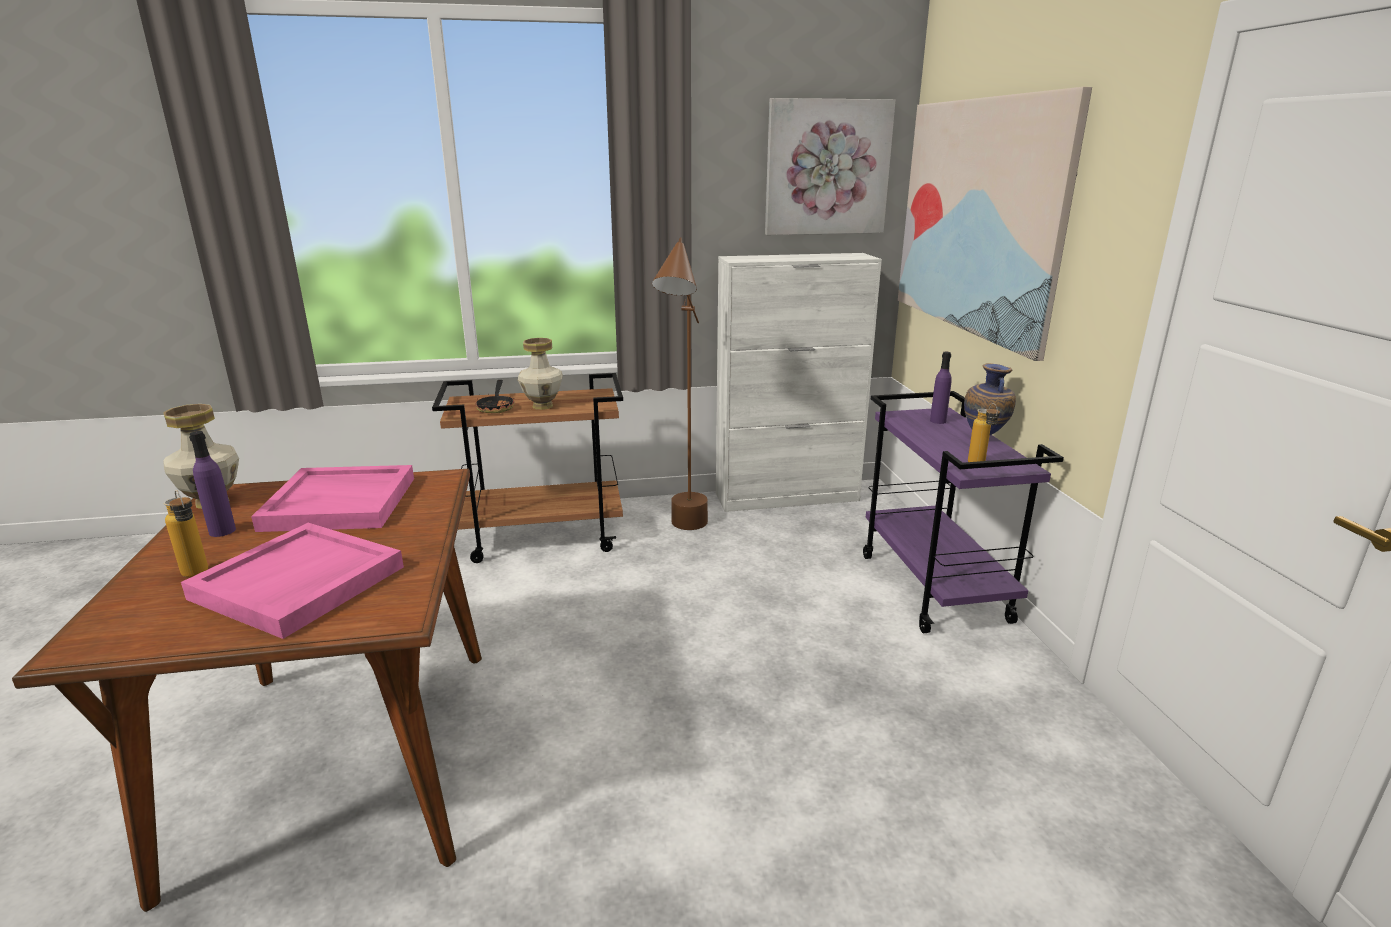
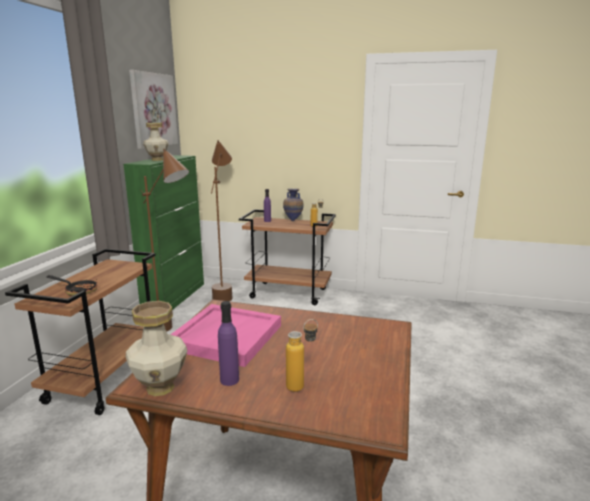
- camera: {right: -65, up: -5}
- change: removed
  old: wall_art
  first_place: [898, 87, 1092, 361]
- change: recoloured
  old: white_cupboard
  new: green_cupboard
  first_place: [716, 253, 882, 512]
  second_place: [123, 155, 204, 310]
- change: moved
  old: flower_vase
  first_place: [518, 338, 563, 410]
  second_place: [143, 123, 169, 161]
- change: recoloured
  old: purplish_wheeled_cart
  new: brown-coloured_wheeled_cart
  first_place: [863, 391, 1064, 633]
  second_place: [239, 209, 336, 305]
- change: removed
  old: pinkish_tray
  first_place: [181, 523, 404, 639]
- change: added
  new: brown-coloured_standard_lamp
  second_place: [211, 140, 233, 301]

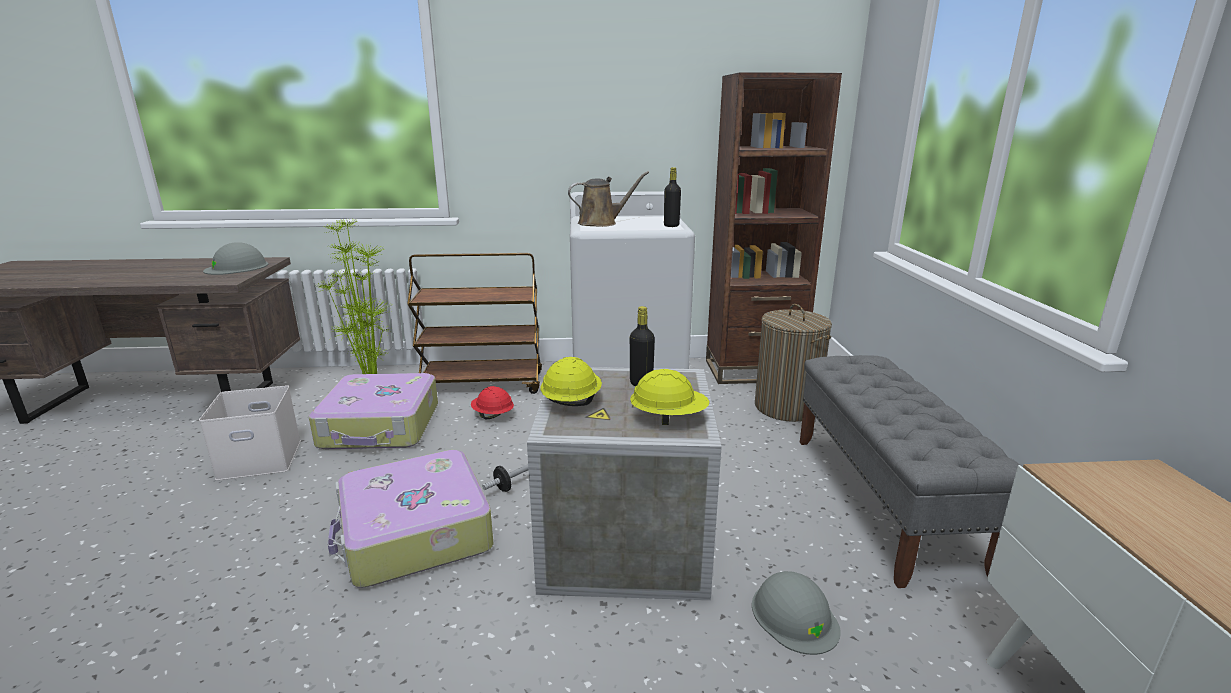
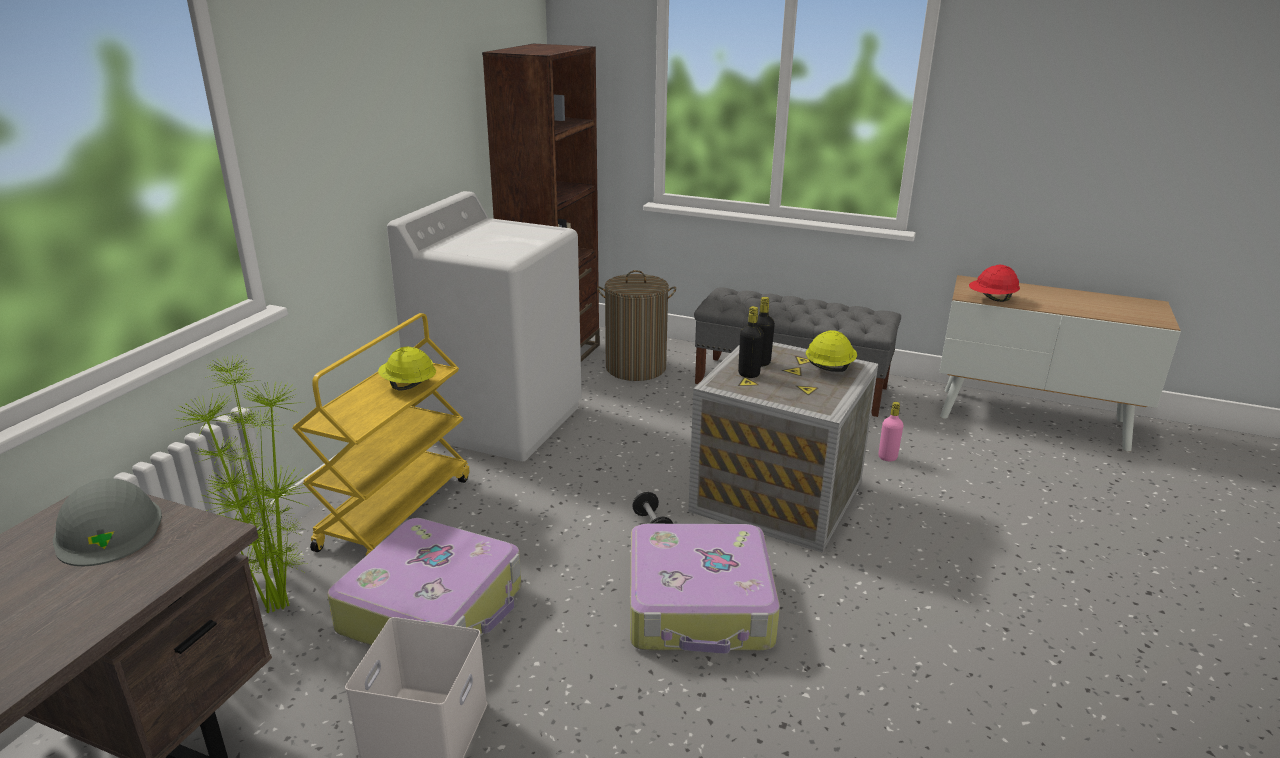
- camera: {right: -65, up: 5}
- change: moved
  old: blackish_bottle
  first_place: [664, 167, 681, 227]
  second_place: [738, 306, 764, 378]
- change: removed
  old: brown-coloured_watering_pot
  first_place: [568, 171, 649, 227]
- change: recoloured
  old: brown-coloured_wheeled_cart
  new: yellowish_wheeled_cart
  first_place: [407, 253, 542, 394]
  second_place: [292, 313, 469, 555]
- change: moved
  old: yellowish_hard_hat
  first_place: [541, 357, 602, 406]
  second_place: [378, 346, 436, 391]
- change: moved
  old: reddish_hard_hat
  first_place: [471, 386, 514, 419]
  second_place: [969, 265, 1020, 302]
- change: replaced
  old: greyish_hard_hat
  new: pinkish_bottle
  first_place: [752, 571, 841, 655]
  second_place: [878, 402, 904, 461]

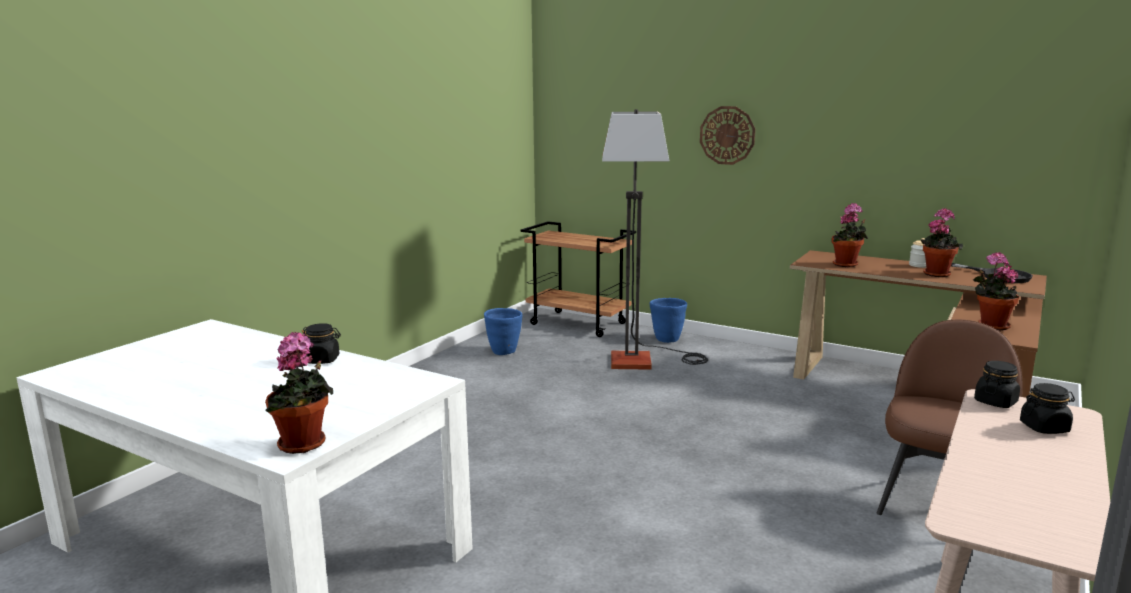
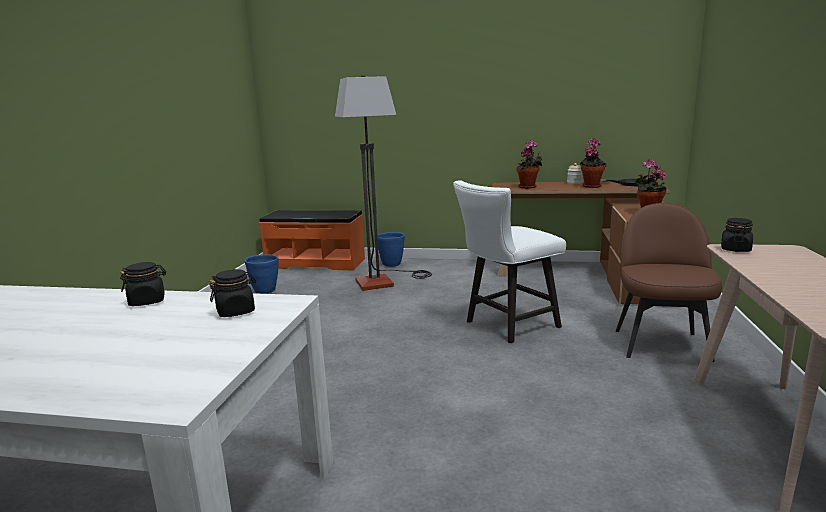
- camera: {right: -20, up: 0}
- change: removed
  old: wall_clock
  first_place: [700, 106, 755, 165]
- change: replaced
  old: brown-coloured_wheeled_cart
  new: orange-coloured_bench
  first_place: [520, 221, 636, 337]
  second_place: [259, 210, 365, 271]
- change: removed
  old: plant_in_a_pot
  first_place: [265, 332, 333, 454]
- change: moved
  old: blackish_jar
  first_place: [1020, 383, 1075, 434]
  second_place: [209, 269, 256, 317]
- change: added
  new: white_chair
  second_place: [453, 180, 566, 343]

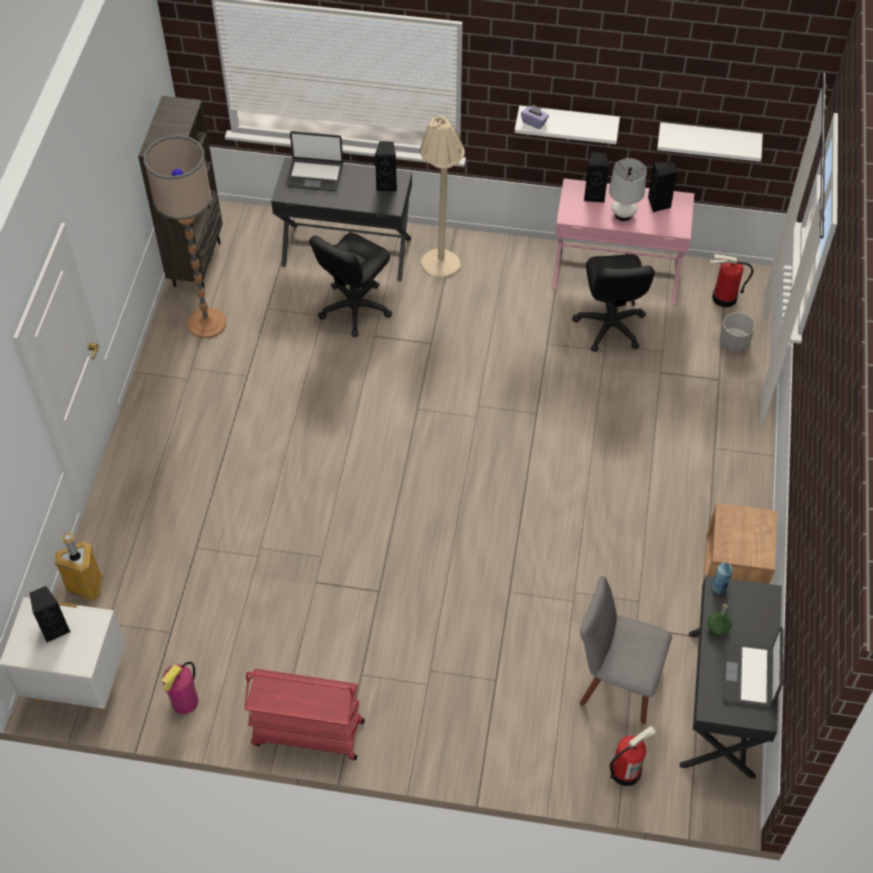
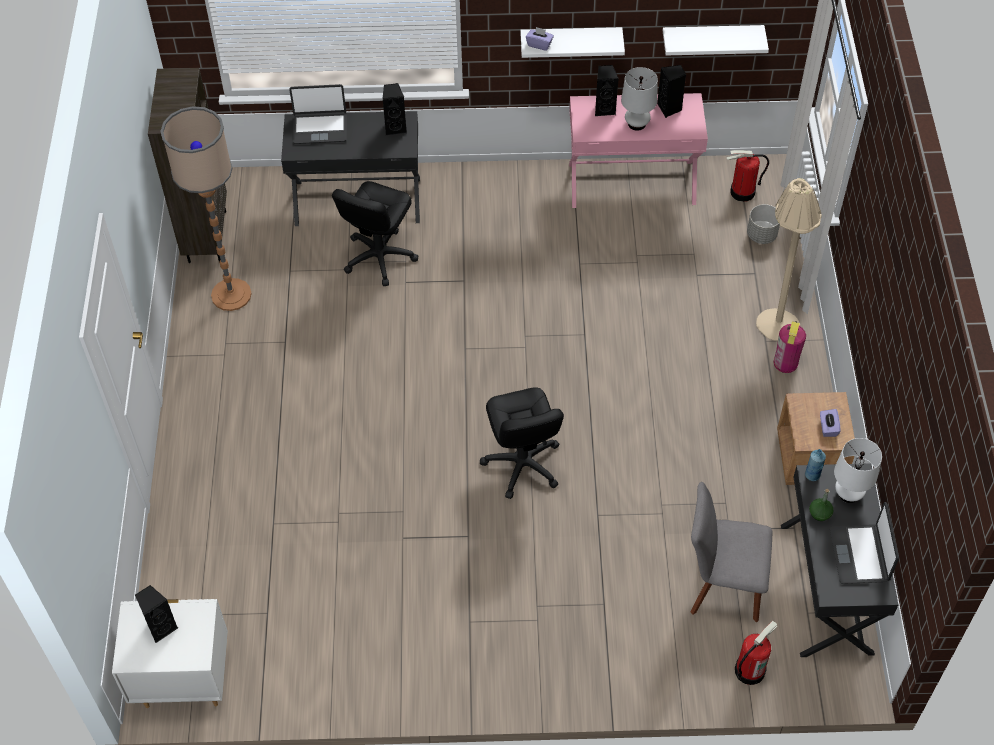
- camera: {right: -10, up: 0}
- change: moved
  old: beige-coloured_standard_lamp
  first_place: [419, 116, 465, 277]
  second_place: [756, 178, 822, 341]
- change: moved
  old: blackish_computer_chair
  first_place: [572, 254, 655, 352]
  second_place: [480, 387, 564, 499]
- change: removed
  old: rubbish_bin
  first_place: [55, 532, 102, 601]
- change: moved
  old: extinguisher
  first_place: [161, 662, 199, 714]
  second_place: [774, 321, 806, 373]
- change: removed
  old: reddish_wheeled_cart
  first_place: [244, 669, 365, 760]
- change: added
  new: purplish_tissue_holder
  second_place: [820, 409, 840, 437]
- change: added
  new: white_tabletop_lamp
  second_place: [834, 438, 882, 503]

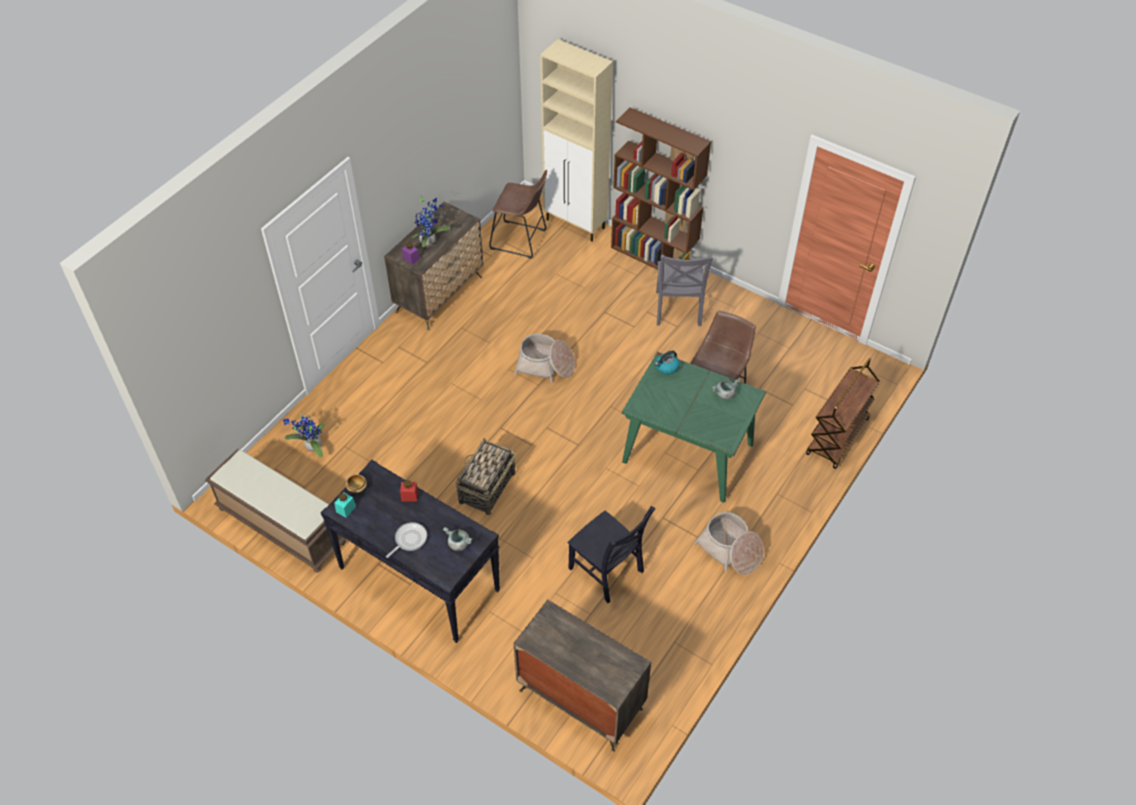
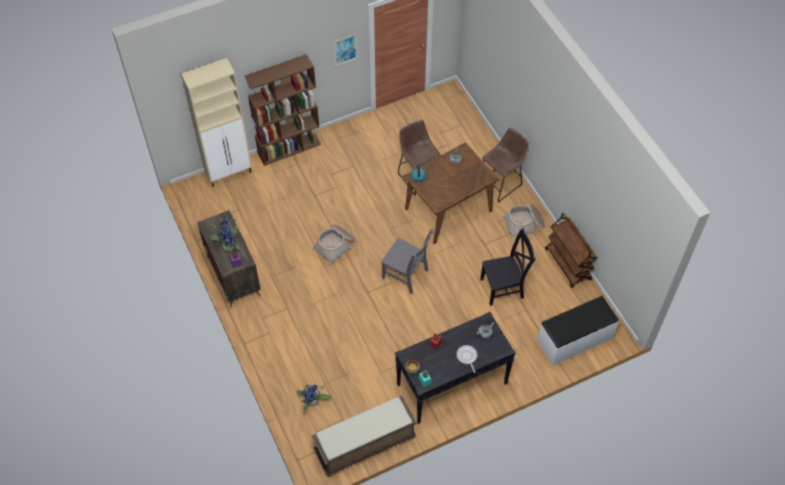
- camera: {right: -60, up: 5}
- change: moved
  old: brown-coloured_sitting_stool
  first_place: [489, 170, 547, 259]
  second_place: [482, 128, 529, 203]
- change: moved
  old: greyish_chair
  first_place: [656, 254, 713, 326]
  second_place: [381, 229, 434, 294]
- change: recoloured
  old: green_dining_table
  new: brown-coloured_dining_table
  first_place: [622, 352, 766, 502]
  second_place: [403, 142, 499, 244]
- change: moved
  old: brown-coloured_wheeled_cart
  first_place: [806, 358, 880, 469]
  second_place: [545, 213, 597, 288]
- change: removed
  old: basket
  first_place: [455, 438, 516, 515]
- change: replaced
  old: drawer_chest
  new: white_bench
  first_place: [514, 600, 651, 752]
  second_place: [537, 296, 619, 365]
- change: added
  new: wall_art
  second_place: [333, 33, 358, 67]

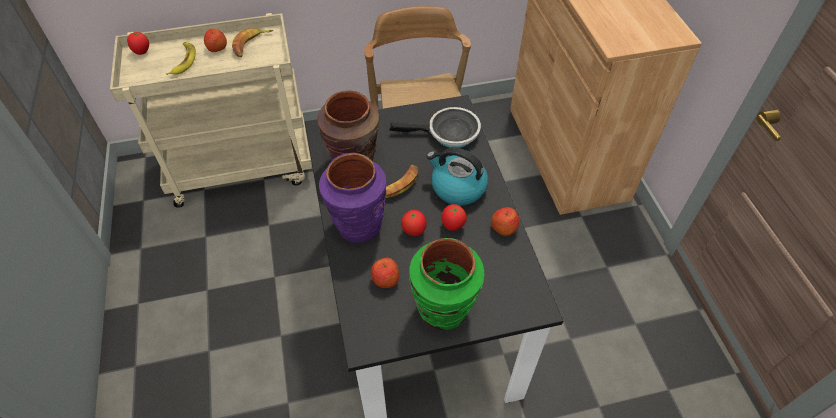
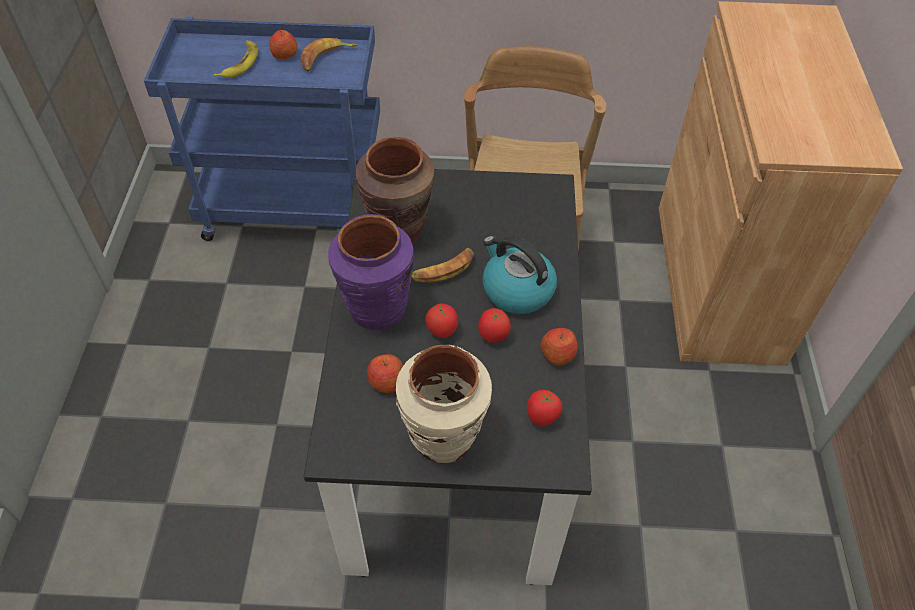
- camera: {right: 15, up: 0}
- change: recoloured
  old: beige-coloured_wheeled_cart
  new: blue_wheeled_cart
  first_place: [110, 13, 312, 208]
  second_place: [144, 17, 380, 241]
- change: moved
  old: fresh_tomato
  first_place: [127, 32, 149, 55]
  second_place: [527, 390, 563, 427]
- change: removed
  old: skillet
  first_place: [389, 107, 481, 148]
- change: recoloured
  old: green_flower_vase
  new: beige-coloured_flower_vase
  first_place: [409, 238, 484, 330]
  second_place: [396, 345, 492, 463]

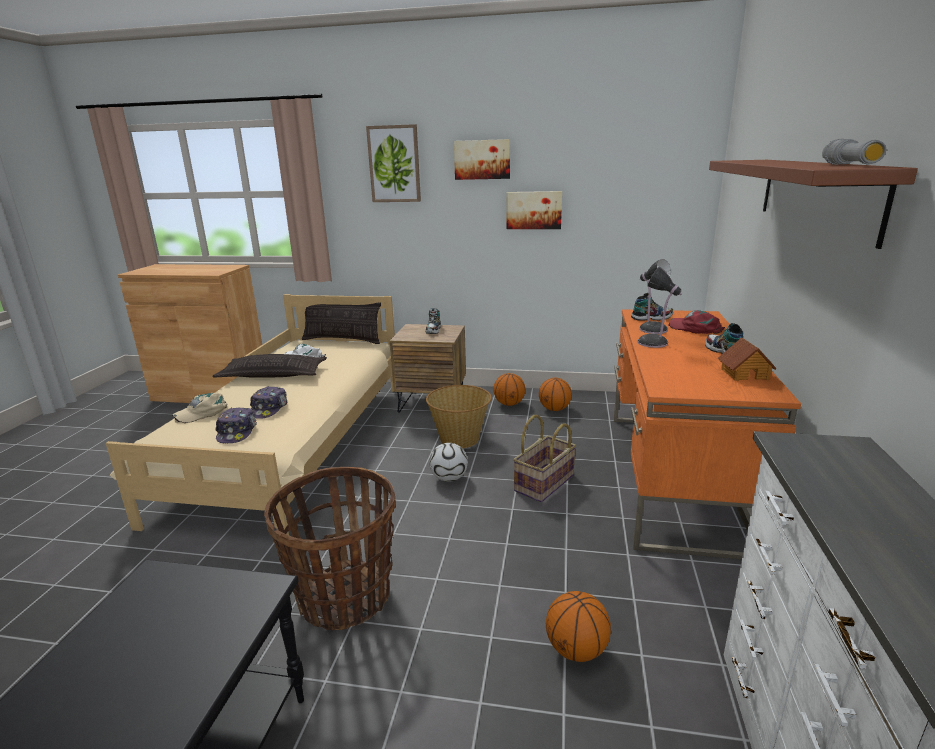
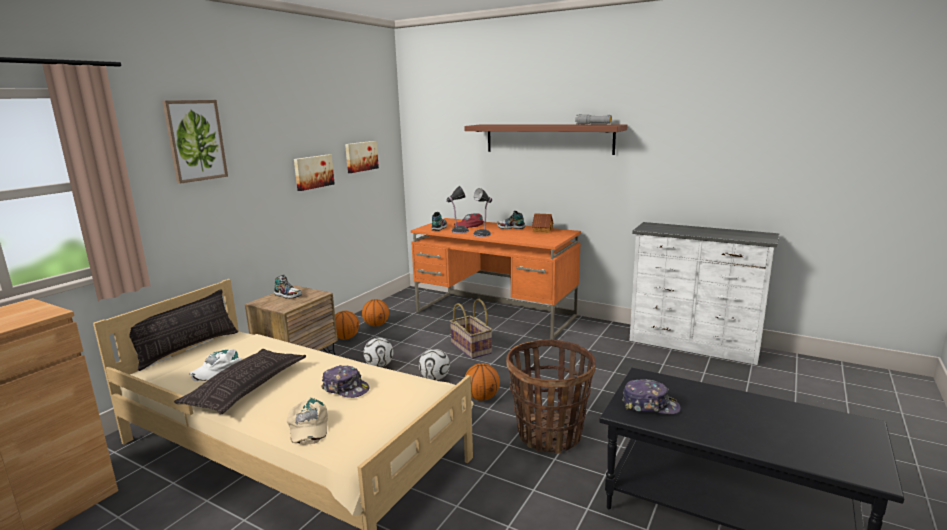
- camera: {right: -70, up: -5}
- change: moved
  old: wall_art
  first_place: [454, 139, 510, 180]
  second_place: [345, 141, 379, 173]
- change: replaced
  old: basket
  new: ball_for_football
  first_place: [426, 385, 492, 448]
  second_place: [363, 338, 393, 367]
- change: moved
  old: baseball_cap
  first_place: [215, 407, 257, 443]
  second_place: [622, 379, 681, 414]
- change: moved
  old: basketball_ball
  first_place: [546, 591, 611, 662]
  second_place: [465, 363, 500, 401]

